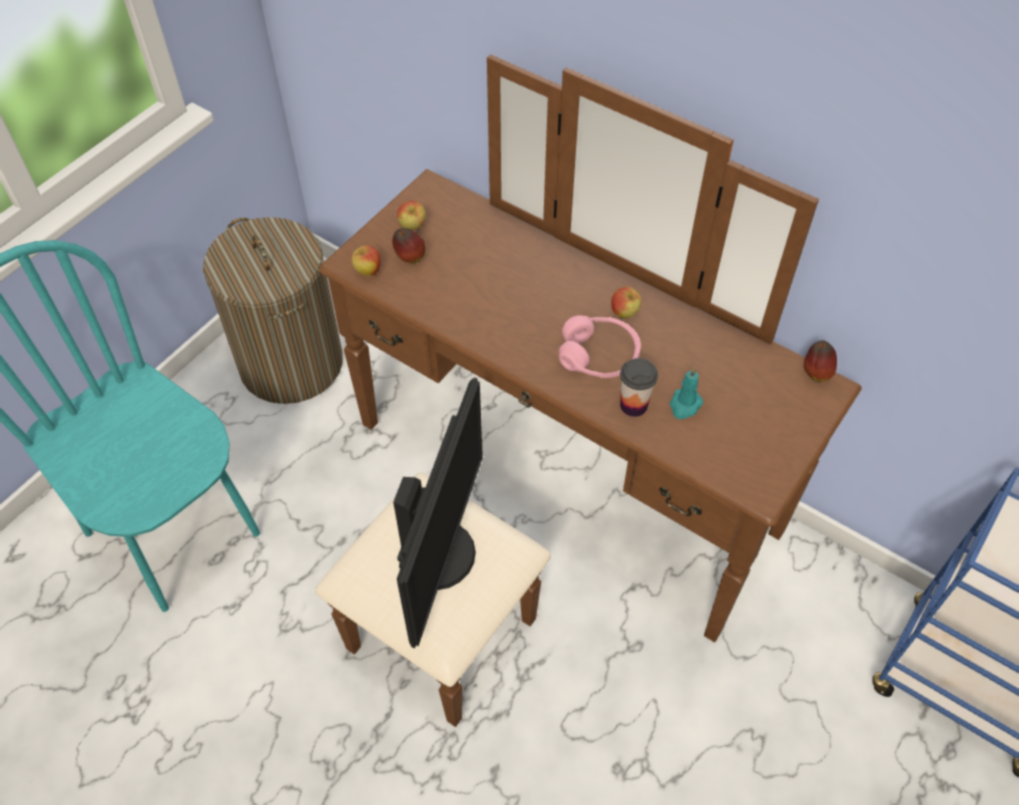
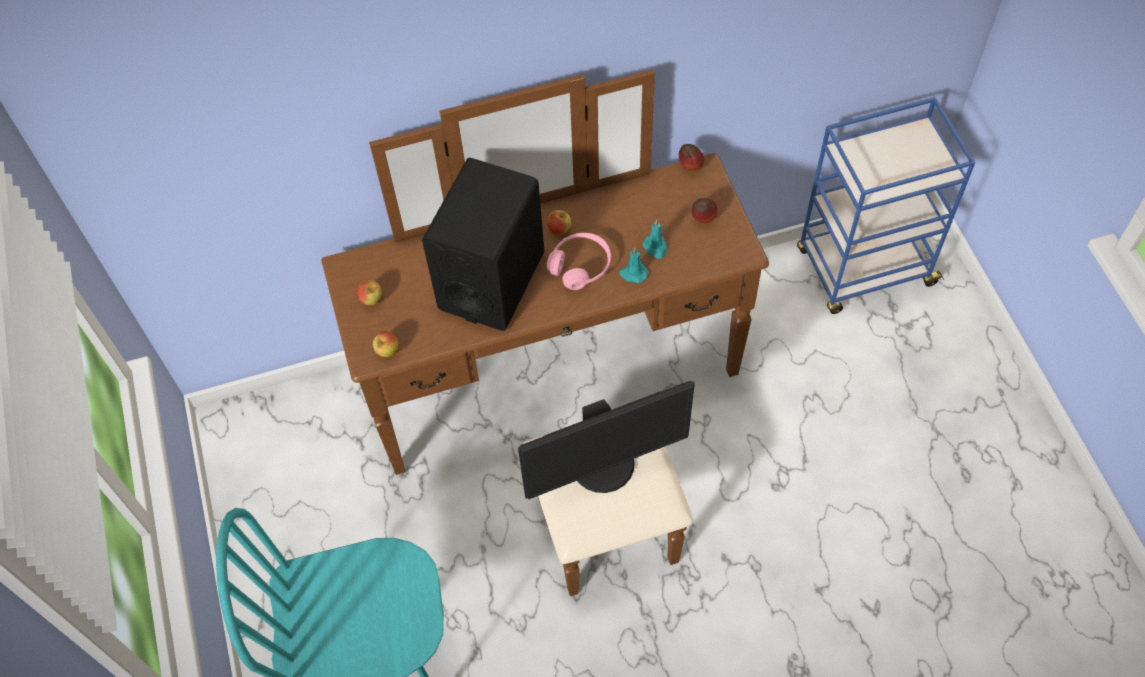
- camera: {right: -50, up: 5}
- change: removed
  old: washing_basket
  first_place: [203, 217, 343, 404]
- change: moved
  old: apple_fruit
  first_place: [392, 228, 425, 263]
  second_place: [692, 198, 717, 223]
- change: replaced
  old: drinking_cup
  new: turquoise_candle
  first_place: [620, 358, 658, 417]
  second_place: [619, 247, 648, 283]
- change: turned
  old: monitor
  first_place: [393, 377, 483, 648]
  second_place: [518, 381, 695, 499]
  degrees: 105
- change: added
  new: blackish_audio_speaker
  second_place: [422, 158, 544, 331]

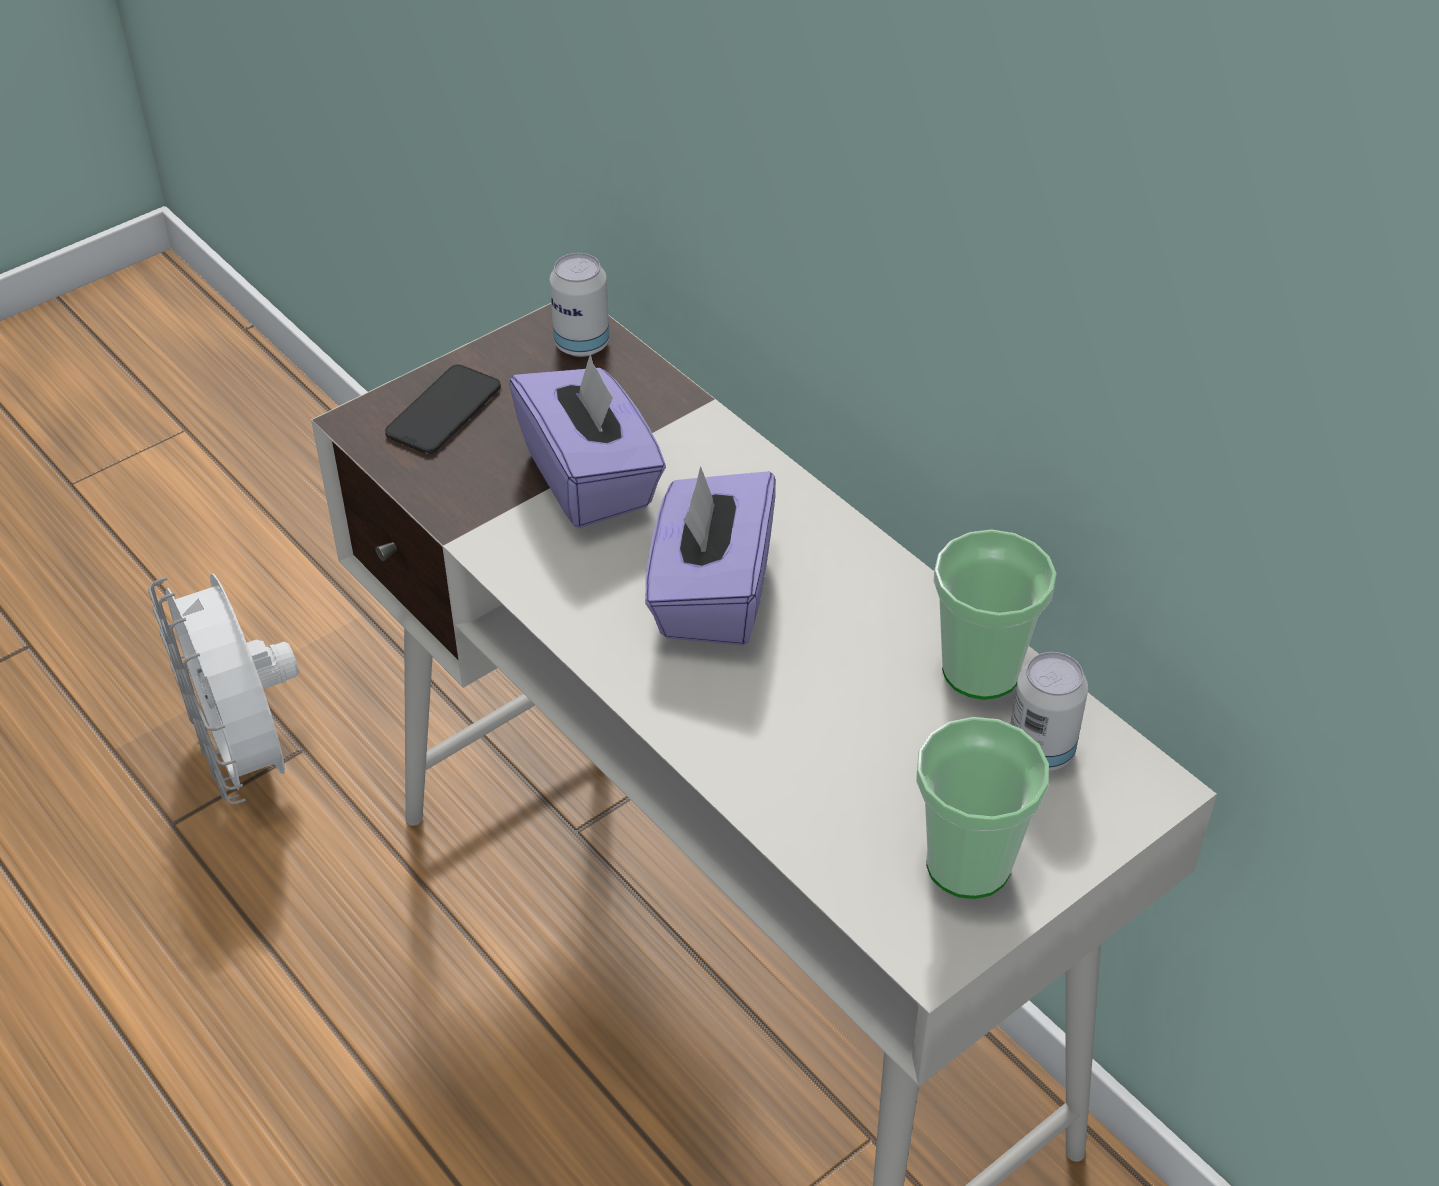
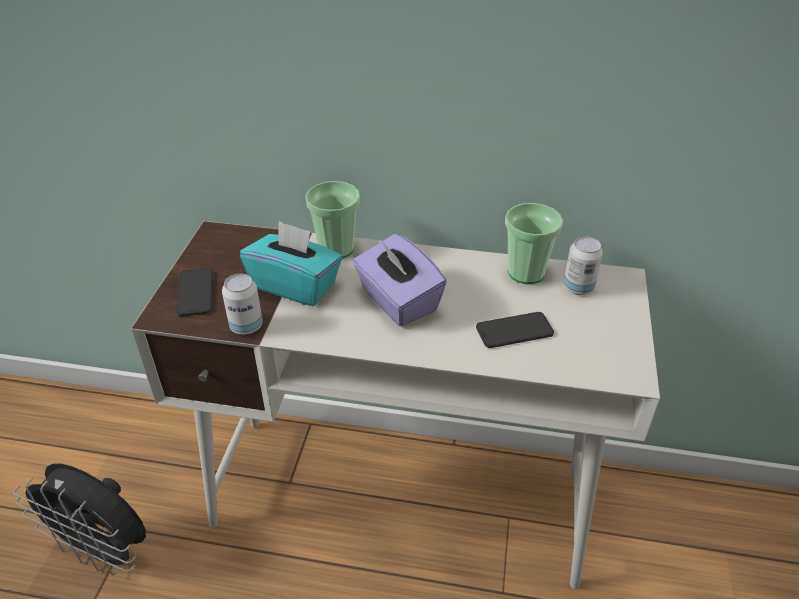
- camera: {right: -40, up: -5}
- change: moved
  old: can
  first_place: [550, 253, 610, 357]
  second_place: [222, 273, 263, 335]
- change: recoloured
  old: purplish_tissue_holder
  new: turquoise_tissue_holder
  first_place: [509, 353, 666, 528]
  second_place: [240, 221, 342, 306]
- change: recoloured
  old: white_fan
  new: blackish_fan
  first_place: [148, 573, 299, 805]
  second_place: [14, 463, 146, 576]
- change: moved
  old: drinking_cup
  first_place: [916, 717, 1049, 899]
  second_place: [305, 181, 360, 259]
- change: added
  new: phone
  second_place: [476, 312, 554, 348]

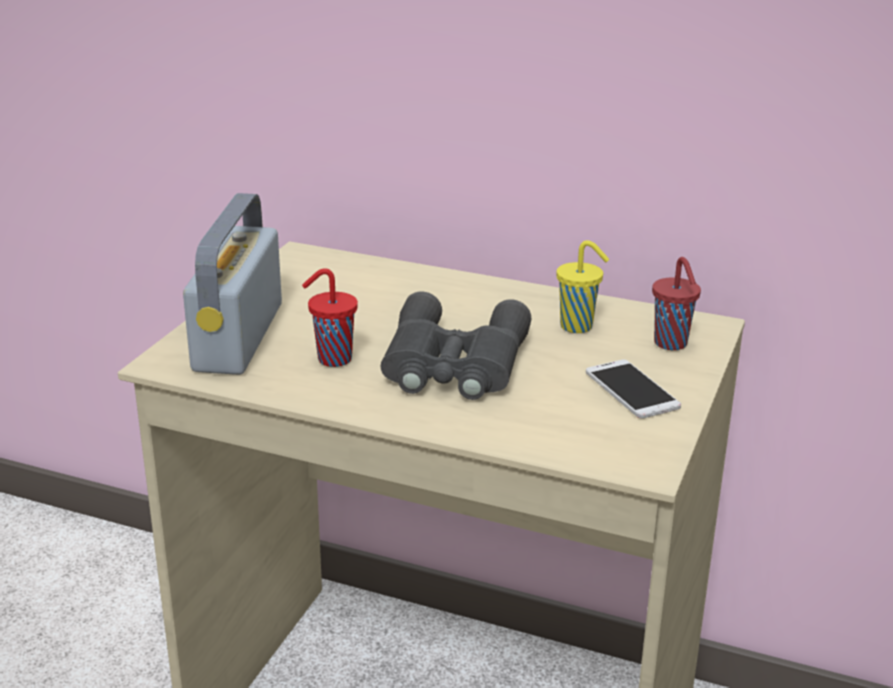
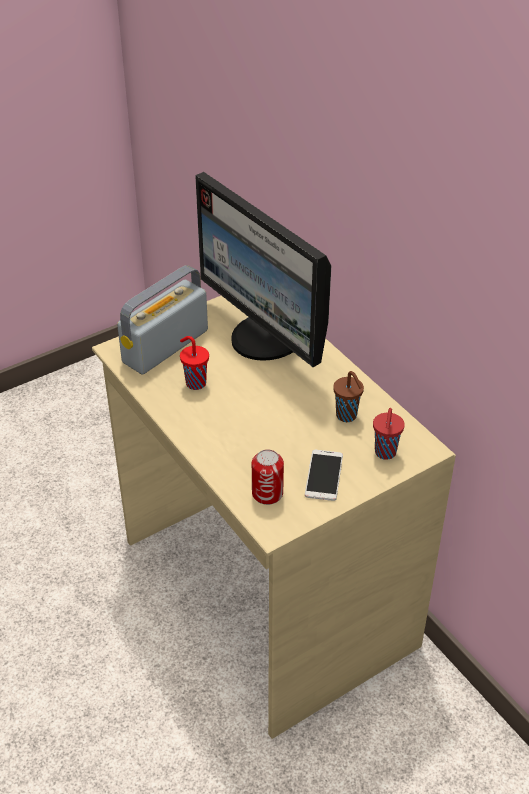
- camera: {right: 35, up: 15}
- change: recoloured
  old: yellowish_drinking_cup
  new: brown-coloured_drinking_cup
  first_place: [556, 240, 609, 333]
  second_place: [333, 371, 364, 422]
- change: removed
  old: greyish_binoculars
  first_place: [381, 291, 531, 400]
- change: added
  new: monitor
  second_place: [195, 172, 331, 367]
- change: added
  new: can
  second_place: [252, 449, 284, 505]

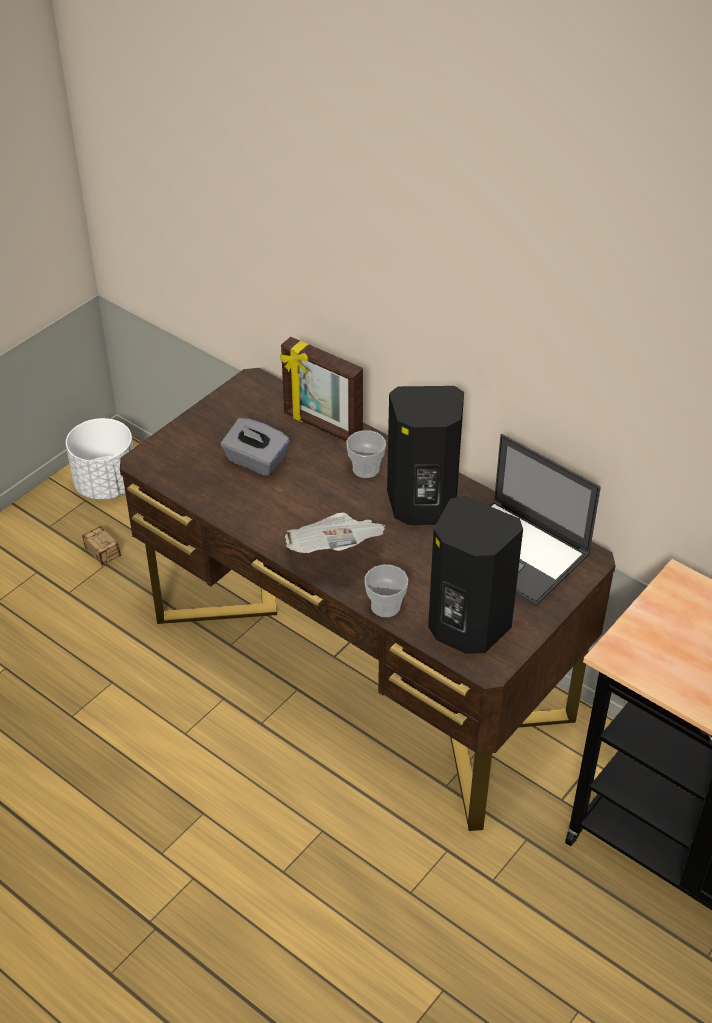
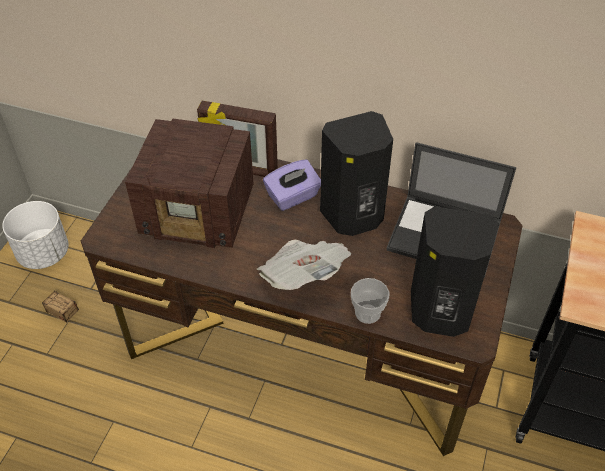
- camera: {right: -20, up: 5}
- change: replaced
  old: greyish_tissue_holder
  new: radio_receiver
  first_place: [221, 418, 289, 476]
  second_place: [125, 119, 254, 248]
- change: replaced
  old: drinking_cup
  new: purplish_tissue_holder
  first_place: [346, 430, 386, 478]
  second_place: [263, 159, 321, 211]

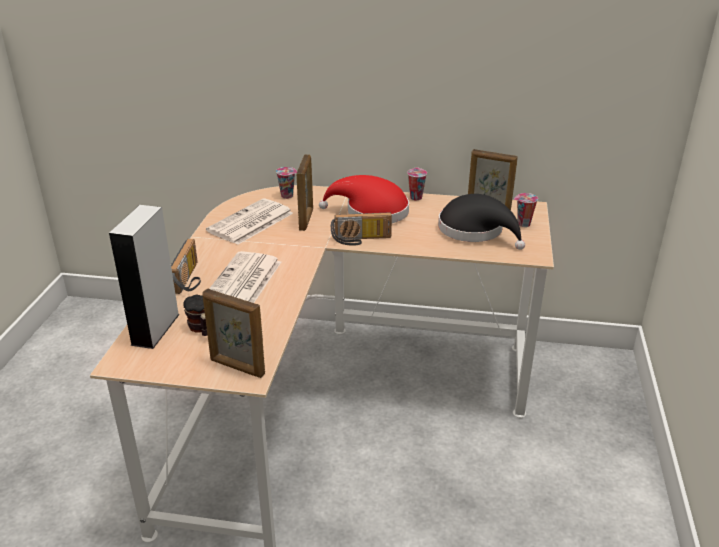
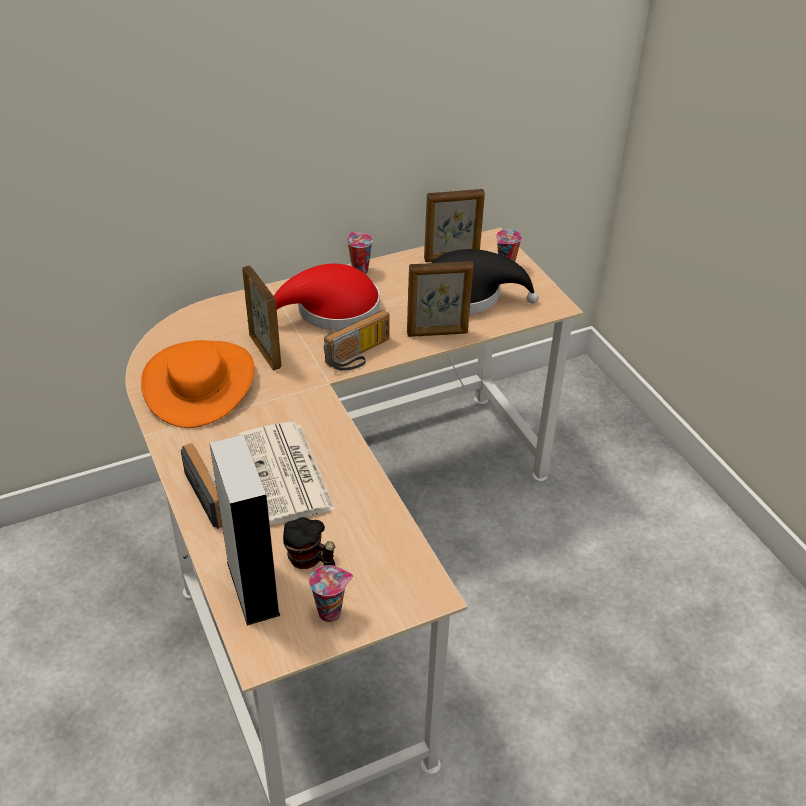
- camera: {right: -35, up: 10}
- change: moved
  old: drinking_cup
  first_place: [276, 167, 297, 199]
  second_place: [309, 565, 353, 622]
- change: replaced
  old: printed_paper
  new: orange-coloured_hat
  first_place: [206, 198, 293, 245]
  second_place: [141, 340, 255, 428]
- change: moved
  old: standing_frame
  first_place: [202, 289, 265, 378]
  second_place: [407, 261, 473, 337]

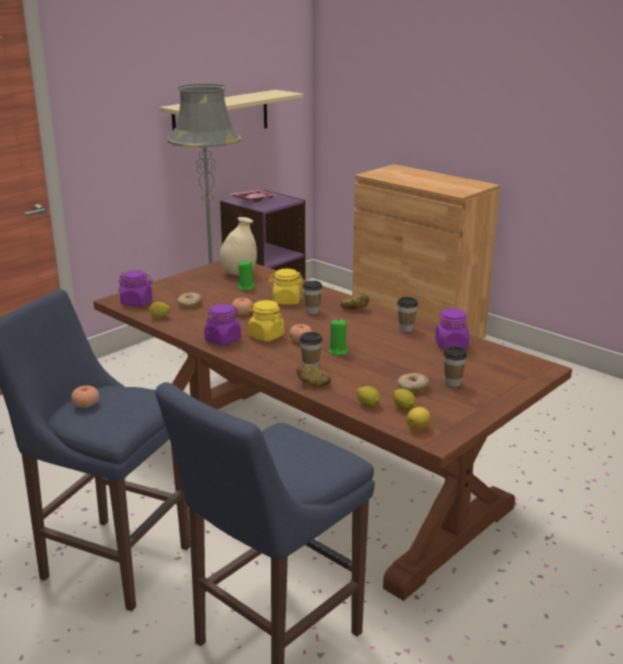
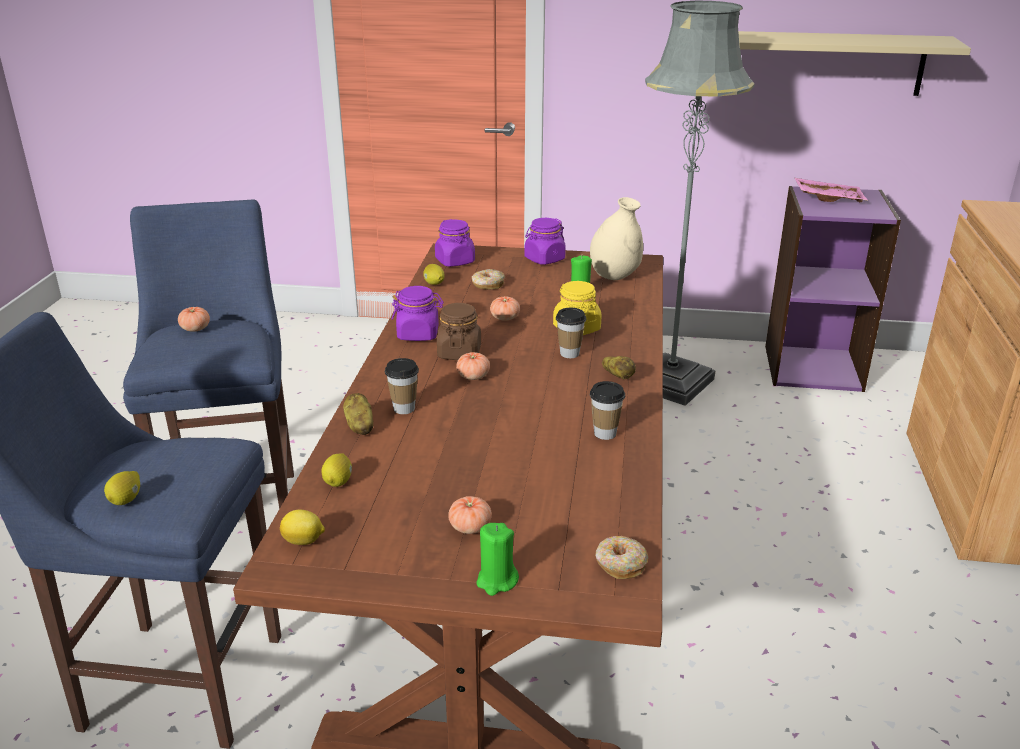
- camera: {right: 55, up: 5}
- change: recoloured
  old: yellowish_jar
  new: brown-coloured_jar
  first_place: [248, 300, 284, 341]
  second_place: [437, 303, 481, 360]
- change: moved
  old: purplish_jar
  first_place: [435, 308, 469, 349]
  second_place: [524, 218, 566, 265]
- change: moved
  old: green_candle
  first_place: [328, 320, 349, 356]
  second_place: [477, 523, 519, 596]
- change: replaced
  old: drinking_cup
  new: fresh_tomato
  first_place: [443, 346, 468, 387]
  second_place: [448, 496, 492, 534]
- change: moved
  old: ring_doughnut
  first_place: [398, 373, 429, 393]
  second_place: [595, 536, 648, 579]
- change: moved
  old: lemon
  first_place: [393, 389, 415, 410]
  second_place: [104, 471, 140, 505]

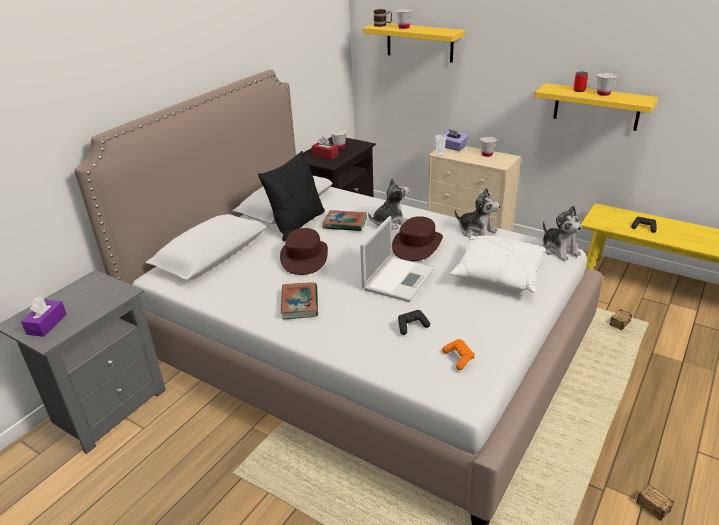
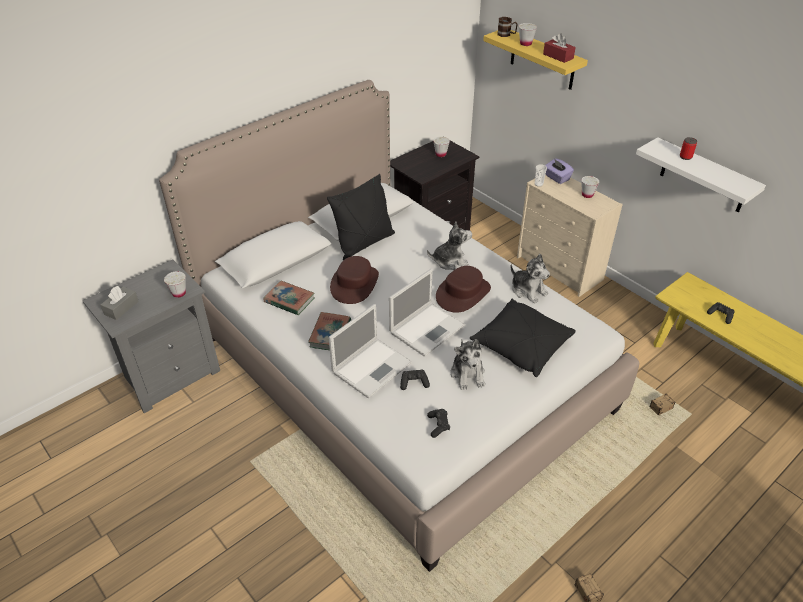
- camera: {right: 15, up: 10}
- change: moved
  old: white_drinking_cup
  first_place: [597, 73, 617, 96]
  second_place: [164, 271, 186, 298]
- change: recoloured
  old: yellowish_bracket_shelf
  new: white_bracket_shelf
  first_place: [534, 83, 659, 131]
  second_place: [636, 137, 766, 213]
- change: moved
  old: reddish_tissue_holder
  first_place: [312, 136, 339, 160]
  second_place: [543, 33, 576, 63]
- change: moved
  old: plush_toy
  first_place: [542, 206, 582, 261]
  second_place: [451, 339, 485, 390]
- change: moved
  old: bound_book
  first_place: [323, 210, 367, 231]
  second_place: [264, 281, 314, 315]
- change: recoloured
  old: white_pillow
  new: blackish_pillow
  first_place: [450, 235, 546, 292]
  second_place: [470, 299, 576, 377]
- change: recoloured
  old: purplish_tissue_holder
  new: greyish_tissue_holder
  first_place: [21, 297, 66, 337]
  second_place: [101, 286, 139, 320]
- change: recoloured
  old: orange-coloured_joypad
  new: blackish_joypad
  first_place: [442, 339, 475, 370]
  second_place: [427, 409, 450, 438]
- change: added
  new: laptop
  second_place: [329, 304, 412, 399]

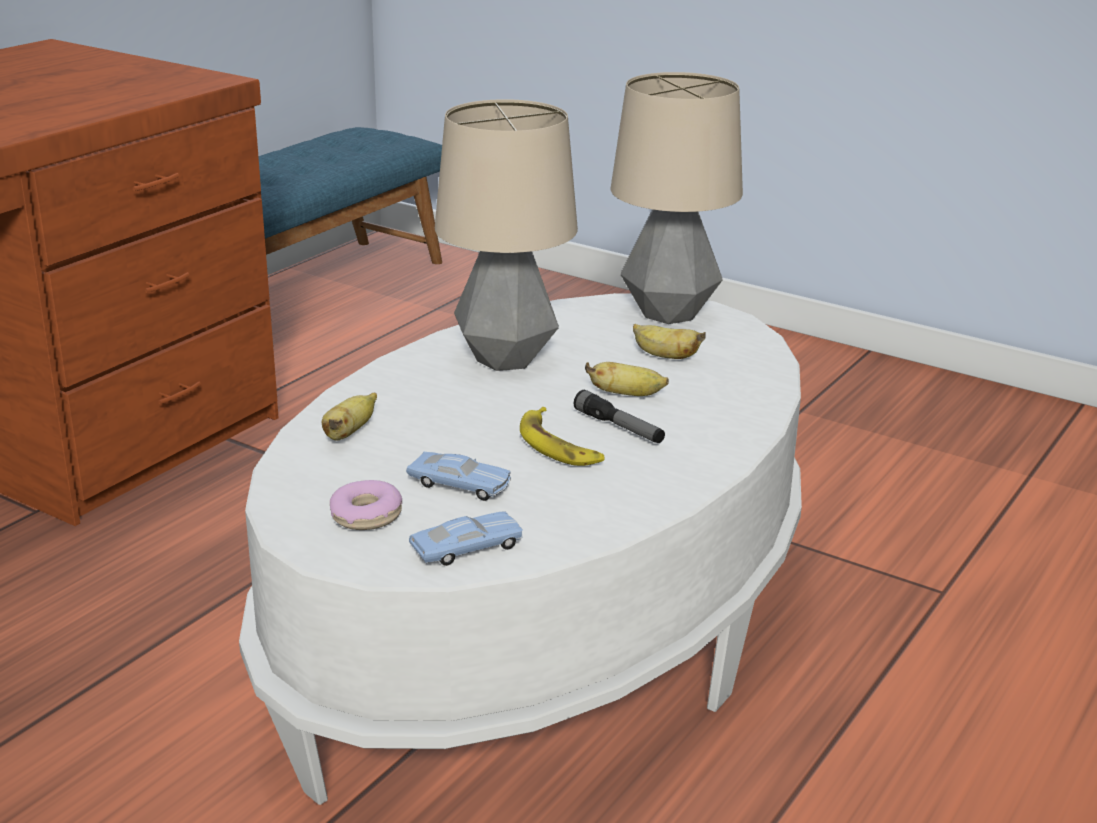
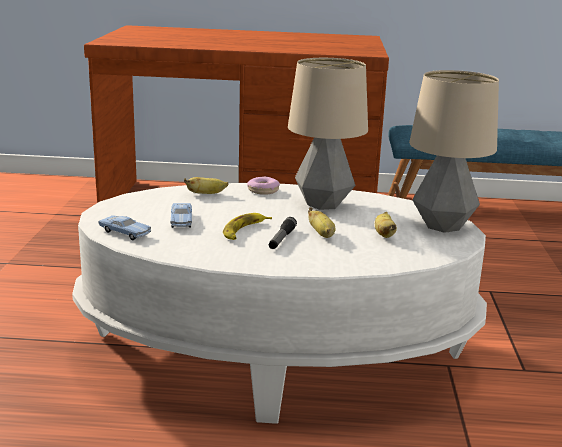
- camera: {right: 60, up: -5}
- change: moved
  old: ring_doughnut
  first_place: [330, 480, 402, 530]
  second_place: [247, 177, 280, 195]

